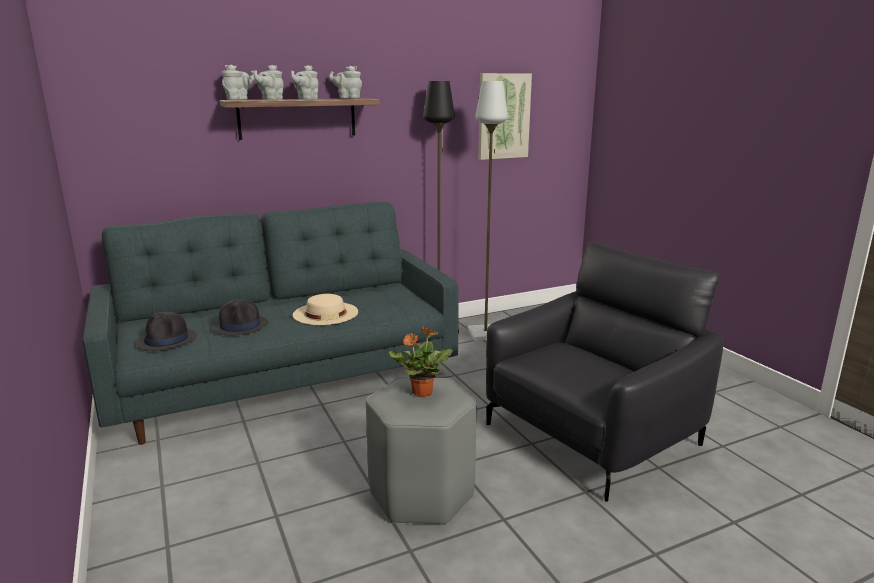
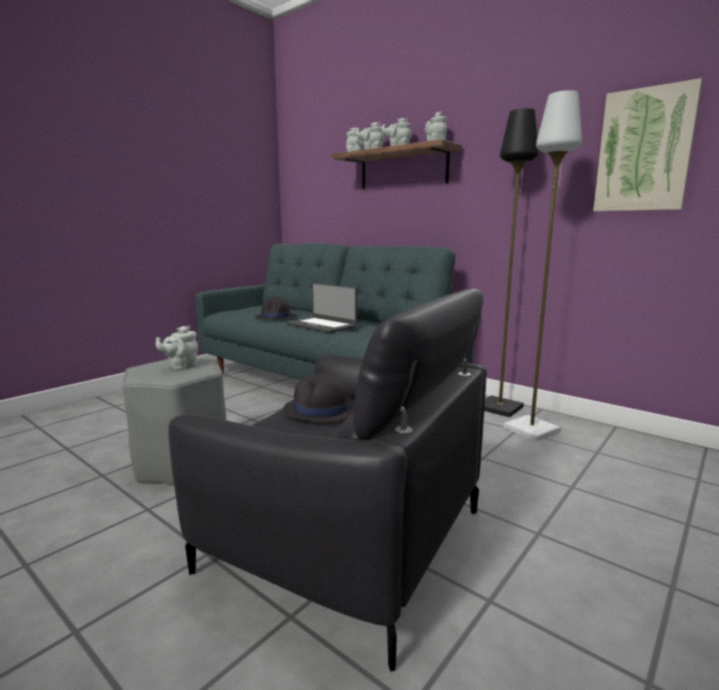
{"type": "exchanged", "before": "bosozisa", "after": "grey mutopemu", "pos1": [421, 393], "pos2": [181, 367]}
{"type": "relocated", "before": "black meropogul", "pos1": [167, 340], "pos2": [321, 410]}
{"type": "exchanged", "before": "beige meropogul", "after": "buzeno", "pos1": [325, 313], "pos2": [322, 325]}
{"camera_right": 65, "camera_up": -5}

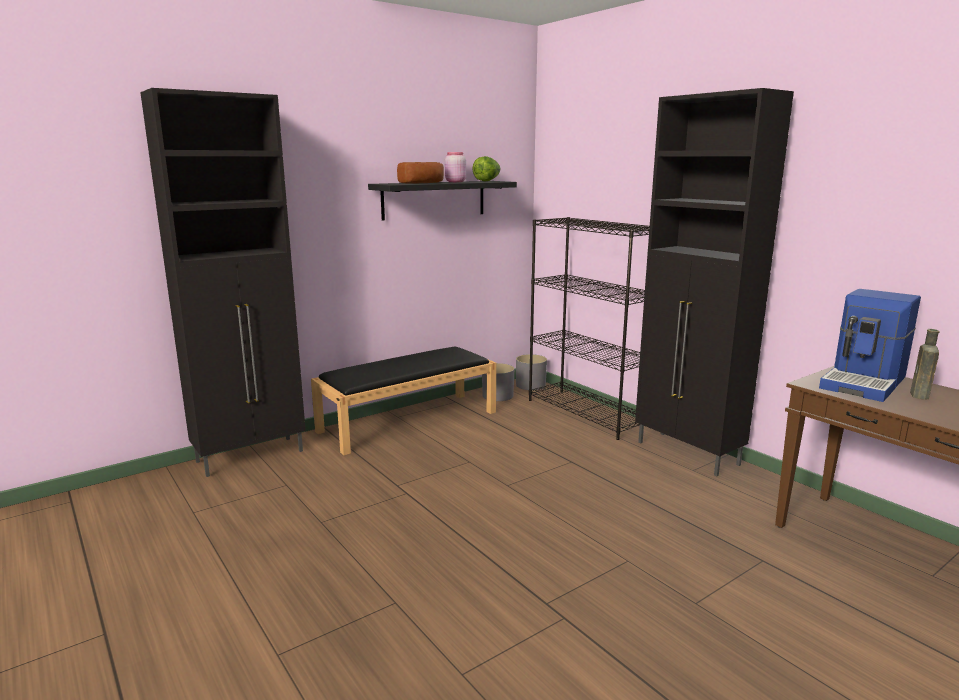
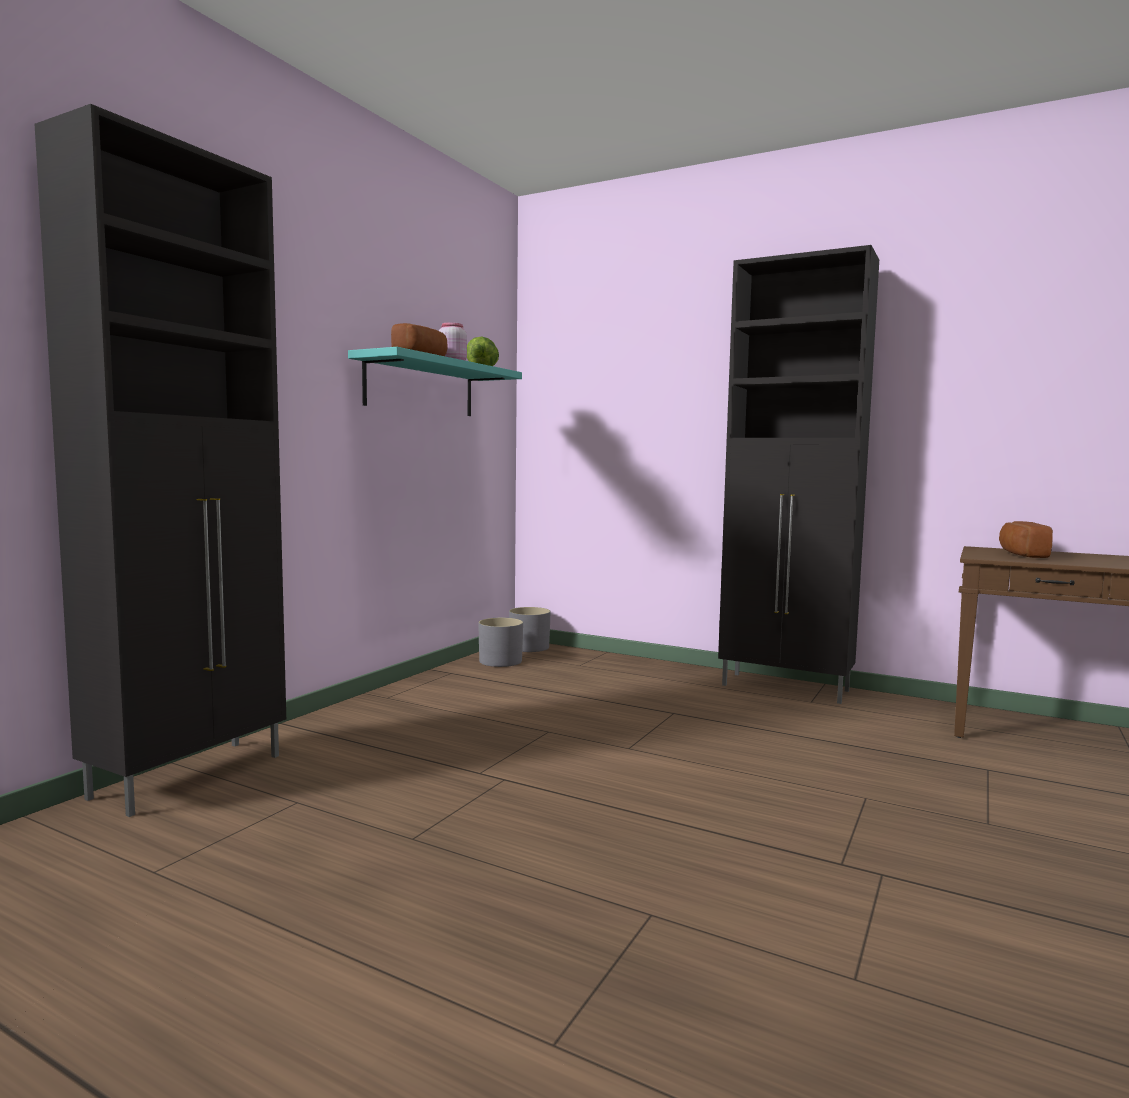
{"type": "colour", "before": "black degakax", "after": "turquoise degakax", "pos1": [434, 199], "pos2": [421, 387]}
{"type": "exchanged", "before": "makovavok", "after": "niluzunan", "pos1": [865, 382], "pos2": [1020, 554]}
{"type": "missing", "before": "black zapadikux", "pos1": [409, 421]}
{"type": "missing", "before": "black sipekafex", "pos1": [588, 413]}
{"type": "missing", "before": "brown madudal", "pos1": [919, 396]}
{"camera_right": -25, "camera_up": -10}

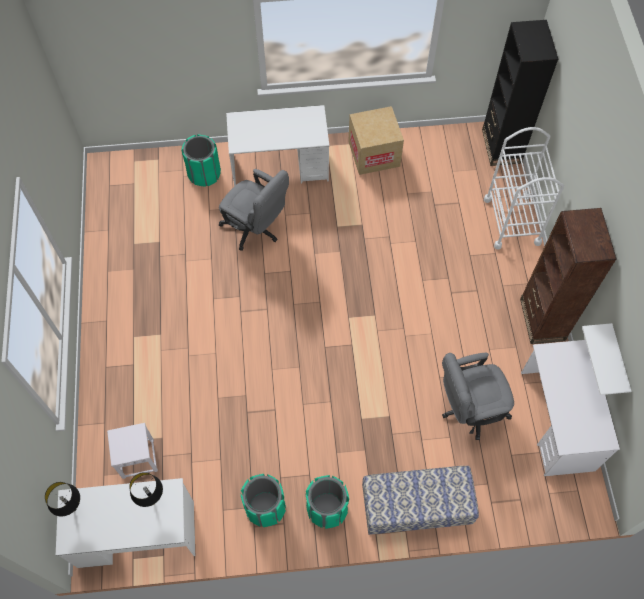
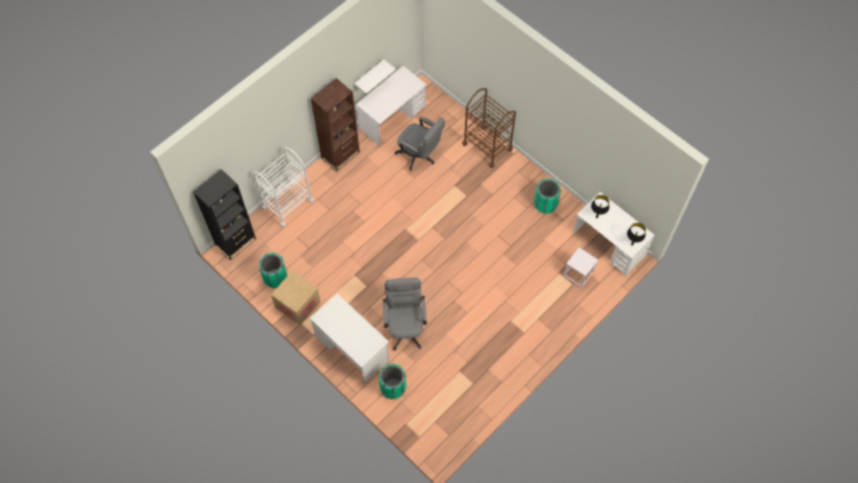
{"type": "relocated", "before": "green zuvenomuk", "pos1": [327, 508], "pos2": [275, 277]}
{"type": "exchanged", "before": "zapadikux", "after": "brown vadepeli", "pos1": [415, 508], "pos2": [487, 146]}
{"camera_right": -130, "camera_up": 0}

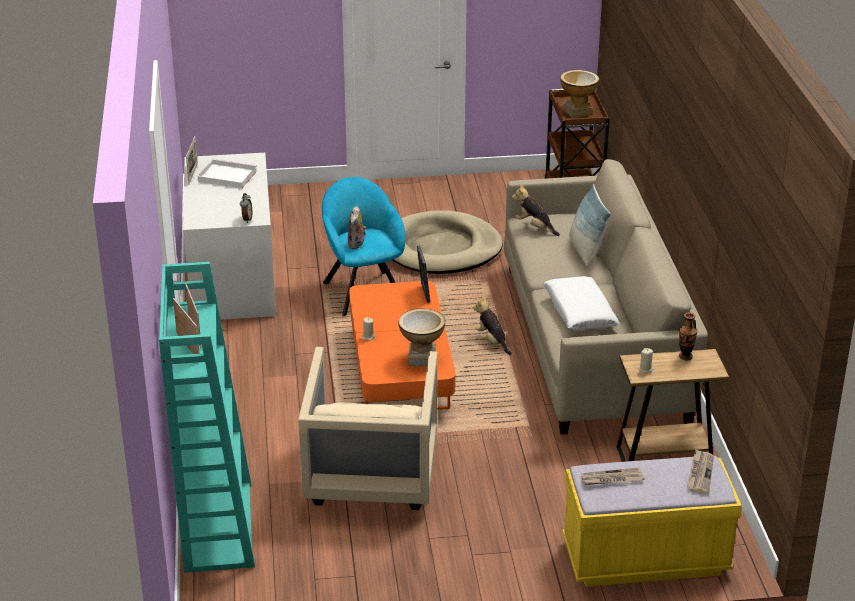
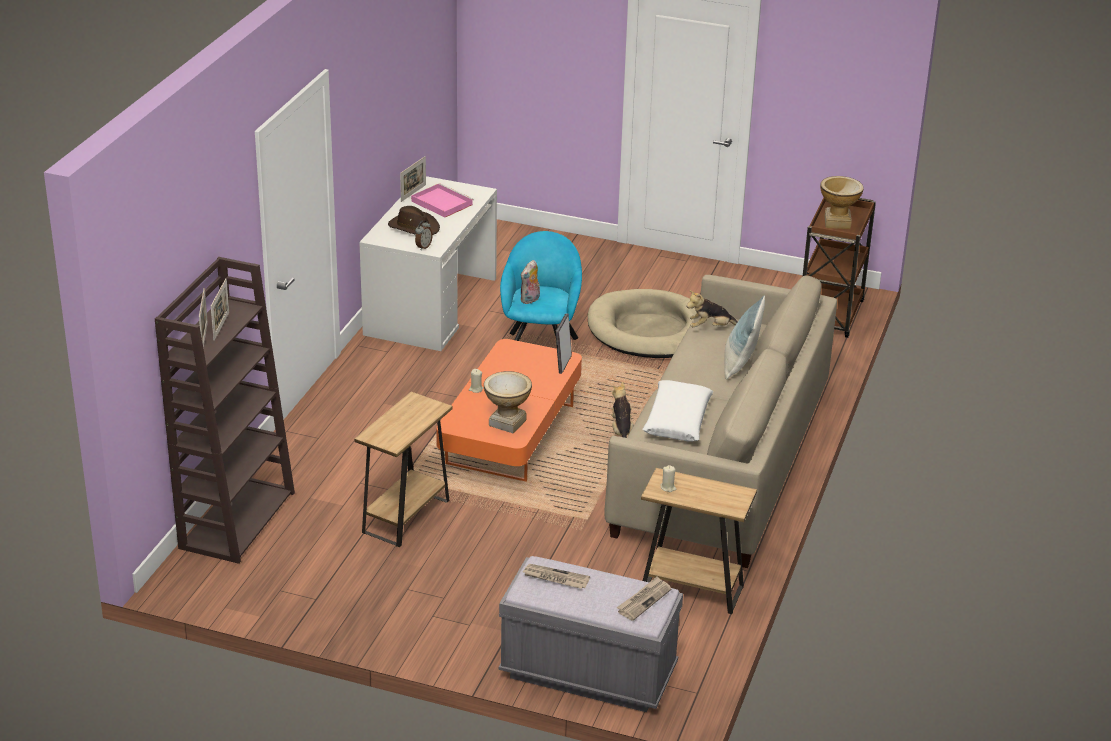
{"type": "colour", "before": "turquoise sipekafex", "after": "brown sipekafex", "pos1": [217, 526], "pos2": [237, 519]}
{"type": "exchanged", "before": "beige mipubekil", "after": "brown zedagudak", "pos1": [371, 473], "pos2": [406, 516]}
{"type": "appeared", "after": "brown meropogul", "pos2": [414, 227]}
{"type": "colour", "before": "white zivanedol", "after": "pink zivanedol", "pos1": [226, 176], "pos2": [441, 202]}
{"type": "colour", "before": "yellow zapadikux", "after": "grey zapadikux", "pos1": [645, 559], "pos2": [588, 673]}
{"type": "spun", "before": "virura", "pos1": [534, 227], "pos2": [710, 327], "turn": -75}
{"type": "missing", "before": "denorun", "pos1": [685, 356]}
{"camera_right": 25, "camera_up": 0}

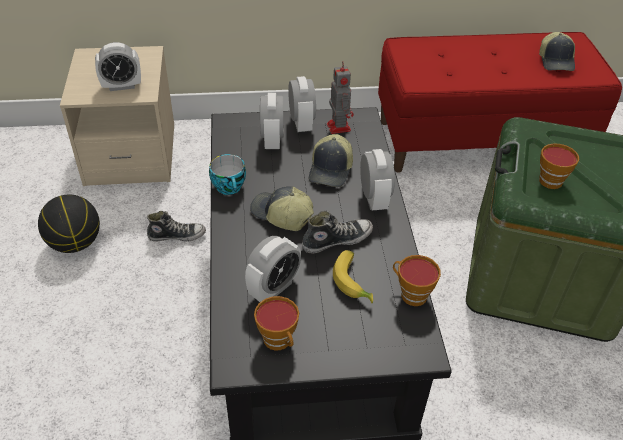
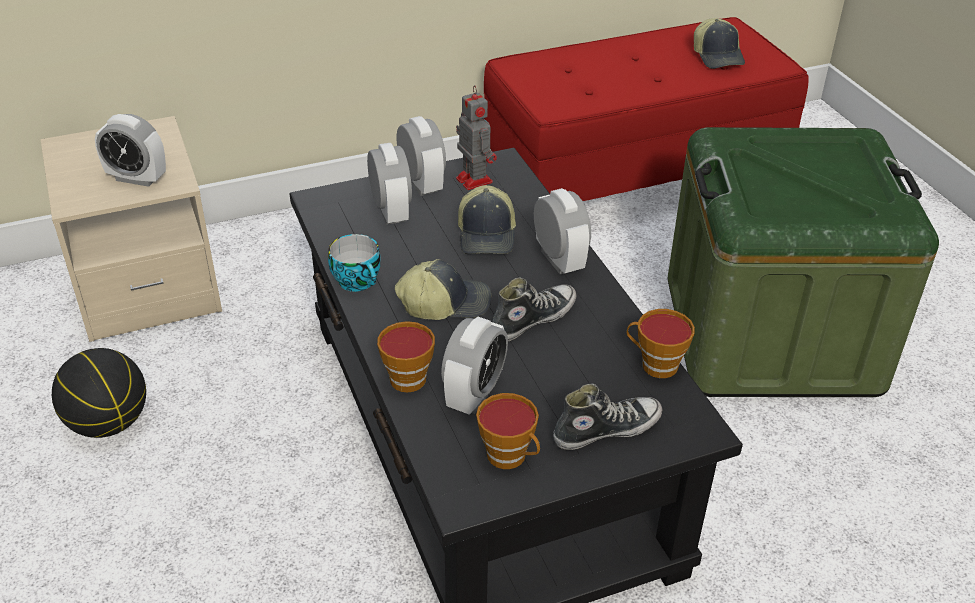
{"type": "spun", "before": "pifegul", "pos1": [122, 86], "pos2": [137, 178], "turn": 45}
{"type": "relocated", "before": "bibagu", "pos1": [550, 179], "pos2": [407, 376]}
{"type": "spun", "before": "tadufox", "pos1": [281, 215], "pos2": [444, 303], "turn": 150}
{"type": "relocated", "before": "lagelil", "pos1": [177, 235], "pos2": [606, 429]}
{"type": "missing", "before": "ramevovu", "pos1": [354, 281]}
{"camera_right": -15, "camera_up": -5}

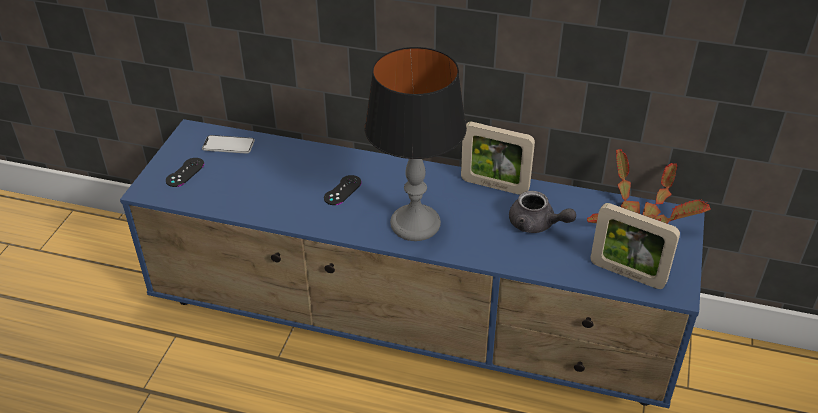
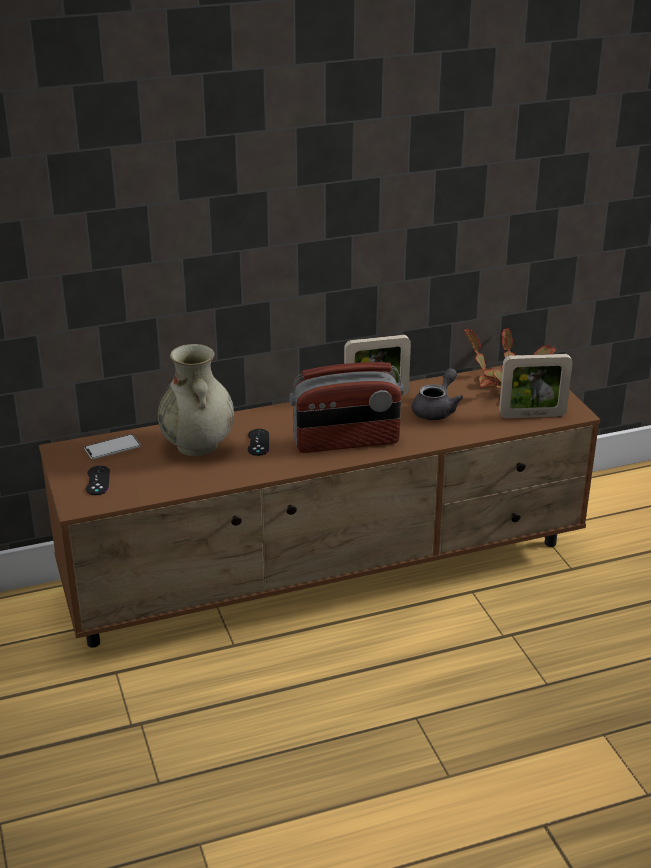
{"type": "colour", "before": "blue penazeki", "after": "brown penazeki", "pos1": [412, 328], "pos2": [328, 573]}
{"type": "appeared", "after": "beige denorun", "pos2": [198, 446]}
{"type": "exchanged", "before": "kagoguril", "after": "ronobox", "pos1": [415, 224], "pos2": [346, 442]}
{"type": "spun", "before": "grey mutopemu", "pos1": [536, 225], "pos2": [437, 410], "turn": -60}
{"camera_right": -35, "camera_up": -10}

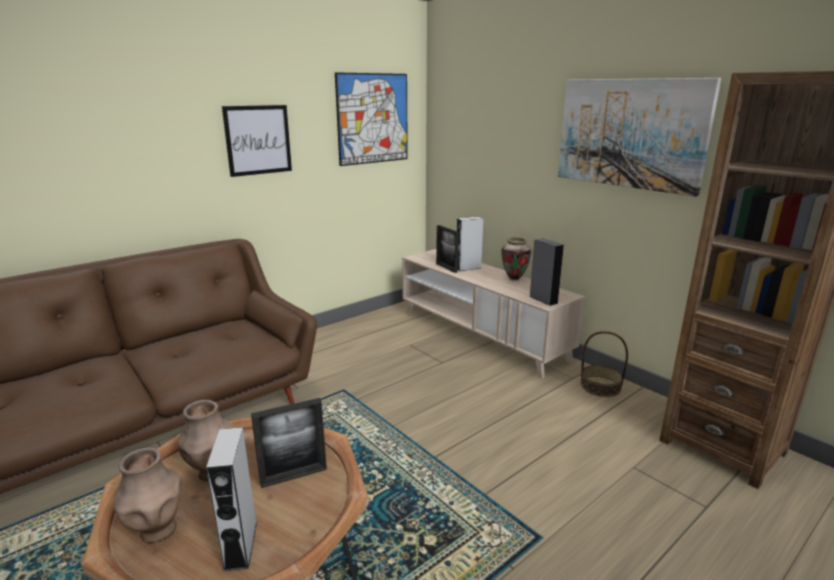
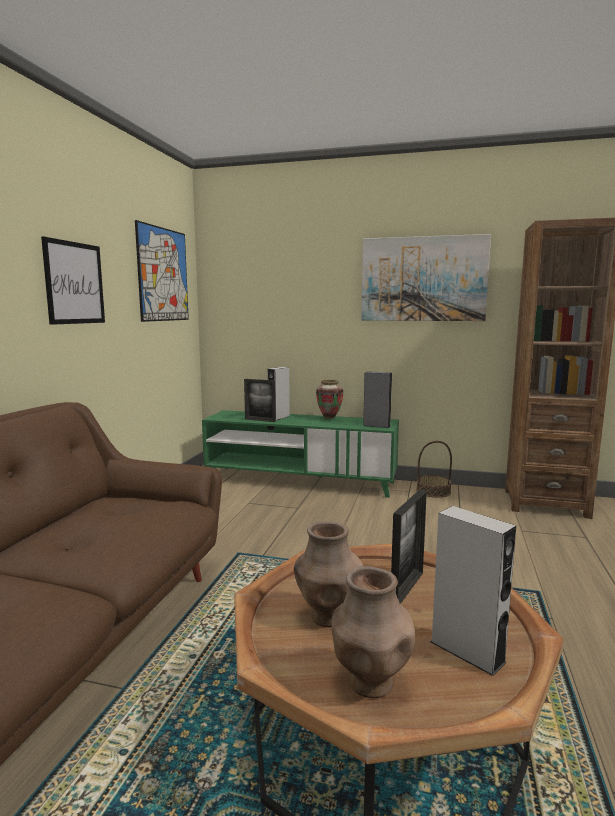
{"type": "colour", "before": "beige penazeki", "after": "green penazeki", "pos1": [481, 335], "pos2": [300, 481]}
{"camera_right": -35, "camera_up": -10}

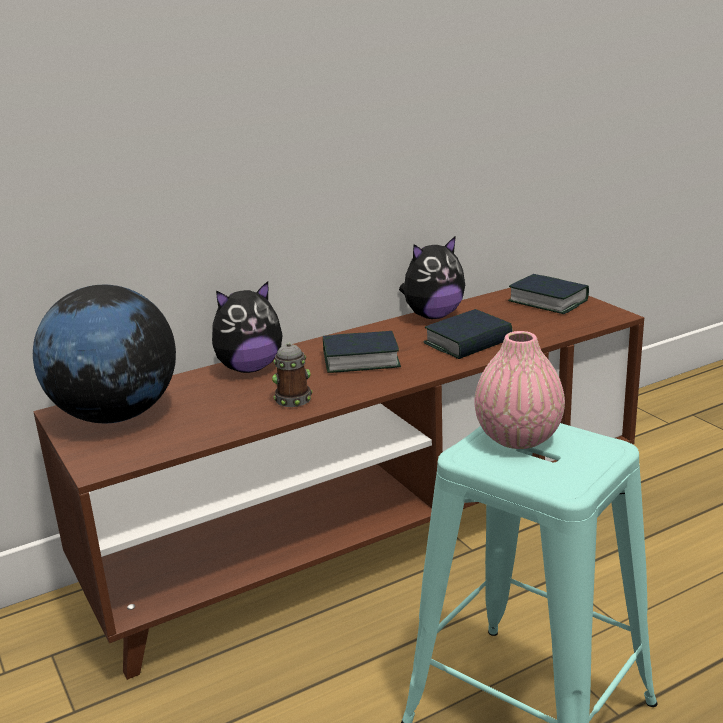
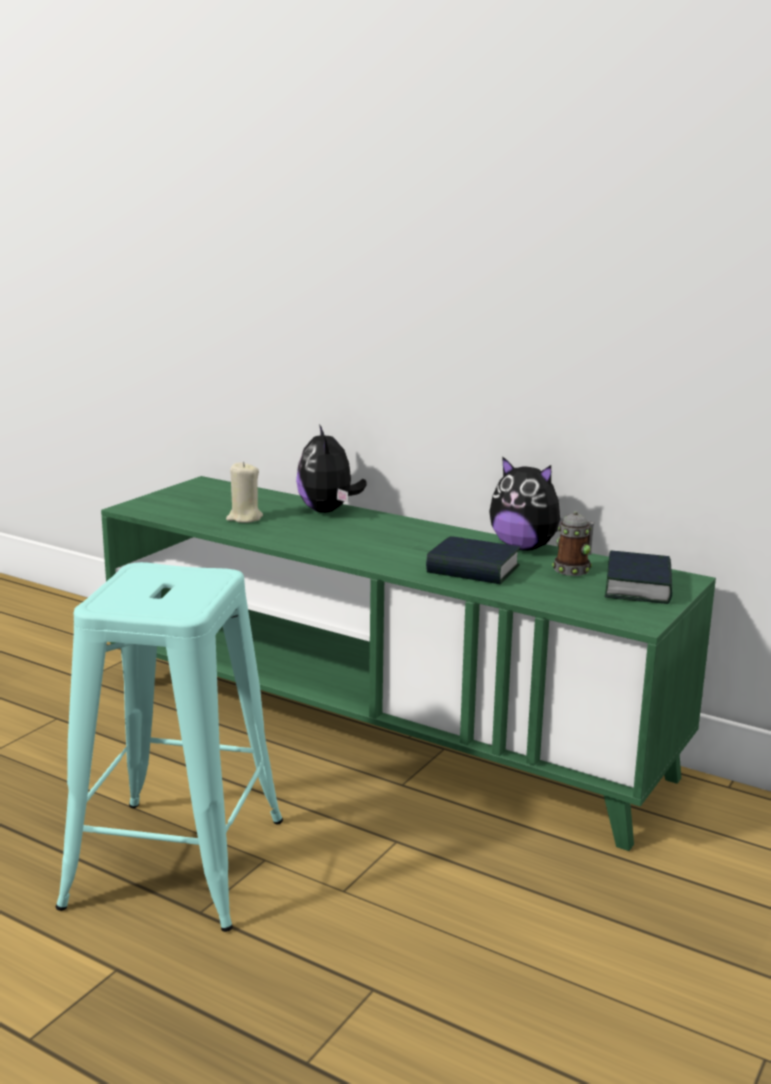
{"type": "colour", "before": "brown penazeki", "after": "green penazeki", "pos1": [370, 534], "pos2": [382, 728]}
{"type": "appeared", "after": "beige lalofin", "pos2": [244, 518]}
{"type": "spun", "before": "virura", "pos1": [249, 368], "pos2": [328, 511], "turn": 45}
{"type": "relocated", "before": "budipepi", "pos1": [292, 397], "pos2": [574, 569]}
{"type": "missing", "before": "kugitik", "pos1": [116, 415]}
{"type": "missing", "before": "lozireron", "pos1": [360, 360]}
{"type": "missing", "before": "pink denorun", "pos1": [518, 438]}
{"camera_right": 60, "camera_up": -5}

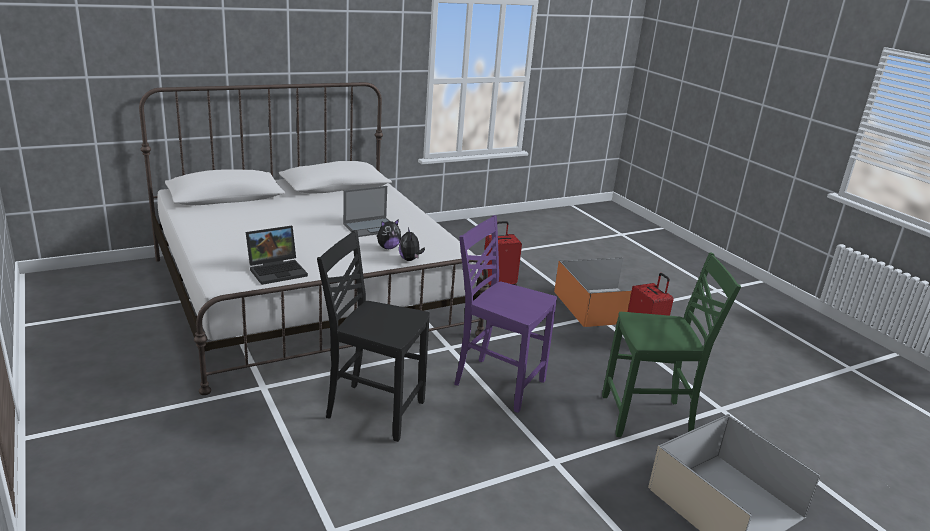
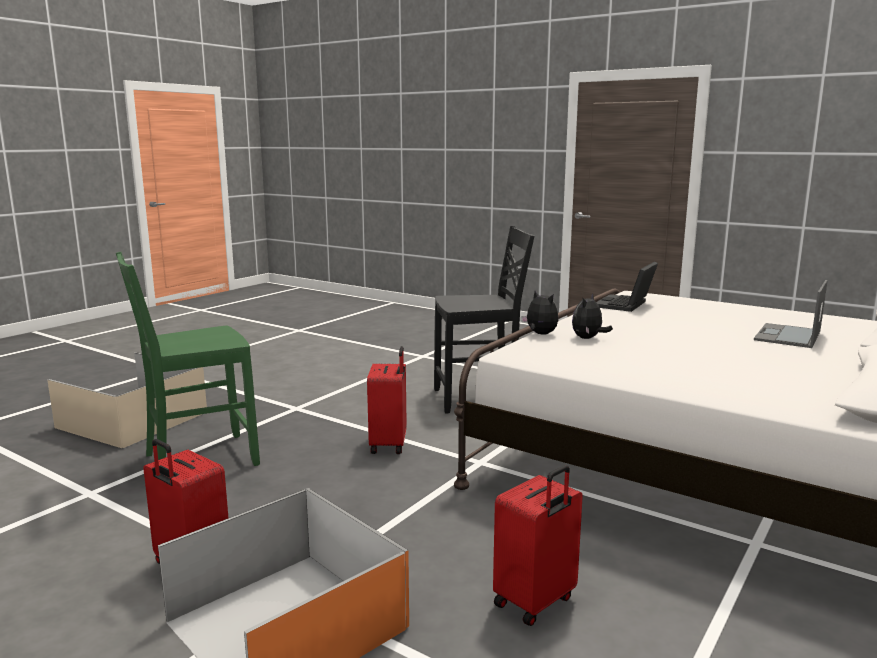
{"type": "exchanged", "before": "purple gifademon", "after": "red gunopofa", "pos1": [497, 383], "pos2": [389, 445]}
{"type": "relocated", "before": "buzeno", "pos1": [372, 227], "pos2": [788, 336]}
{"camera_right": 155, "camera_up": -10}

